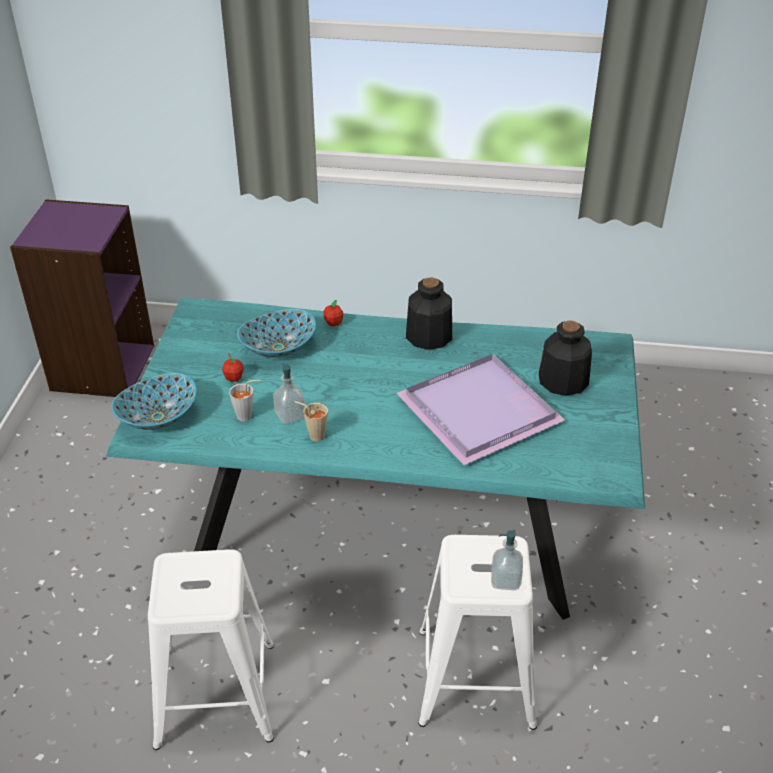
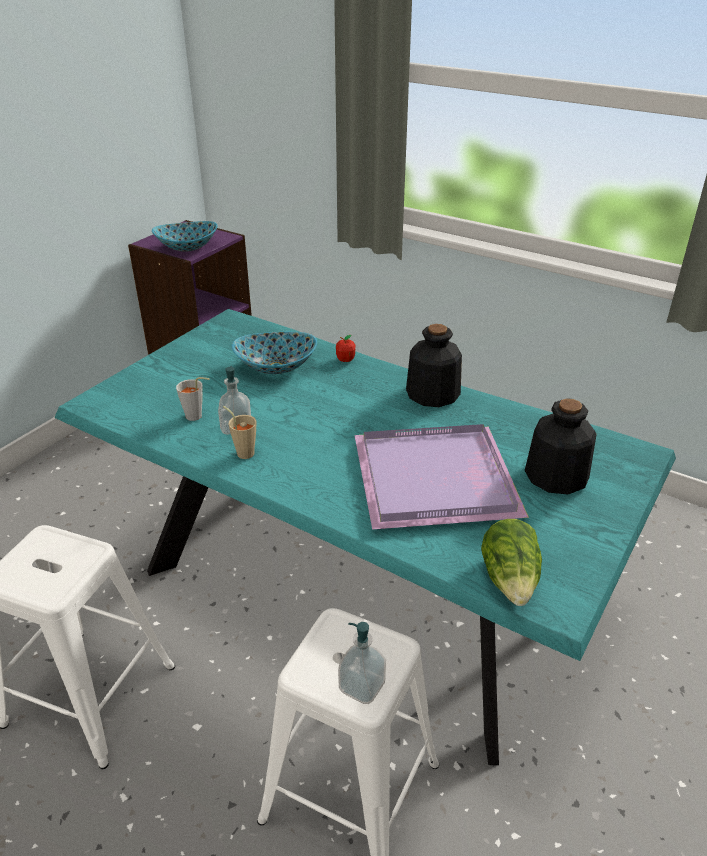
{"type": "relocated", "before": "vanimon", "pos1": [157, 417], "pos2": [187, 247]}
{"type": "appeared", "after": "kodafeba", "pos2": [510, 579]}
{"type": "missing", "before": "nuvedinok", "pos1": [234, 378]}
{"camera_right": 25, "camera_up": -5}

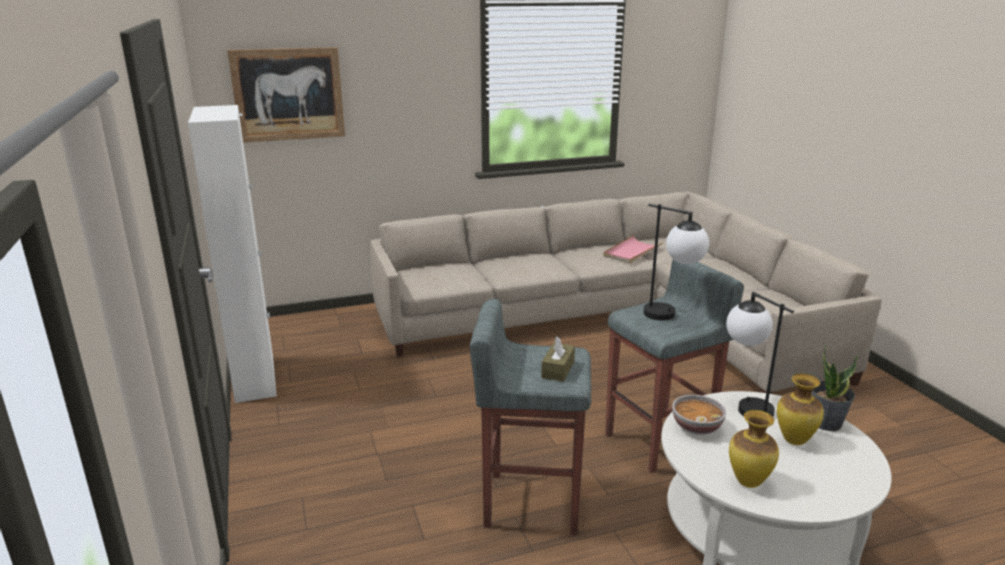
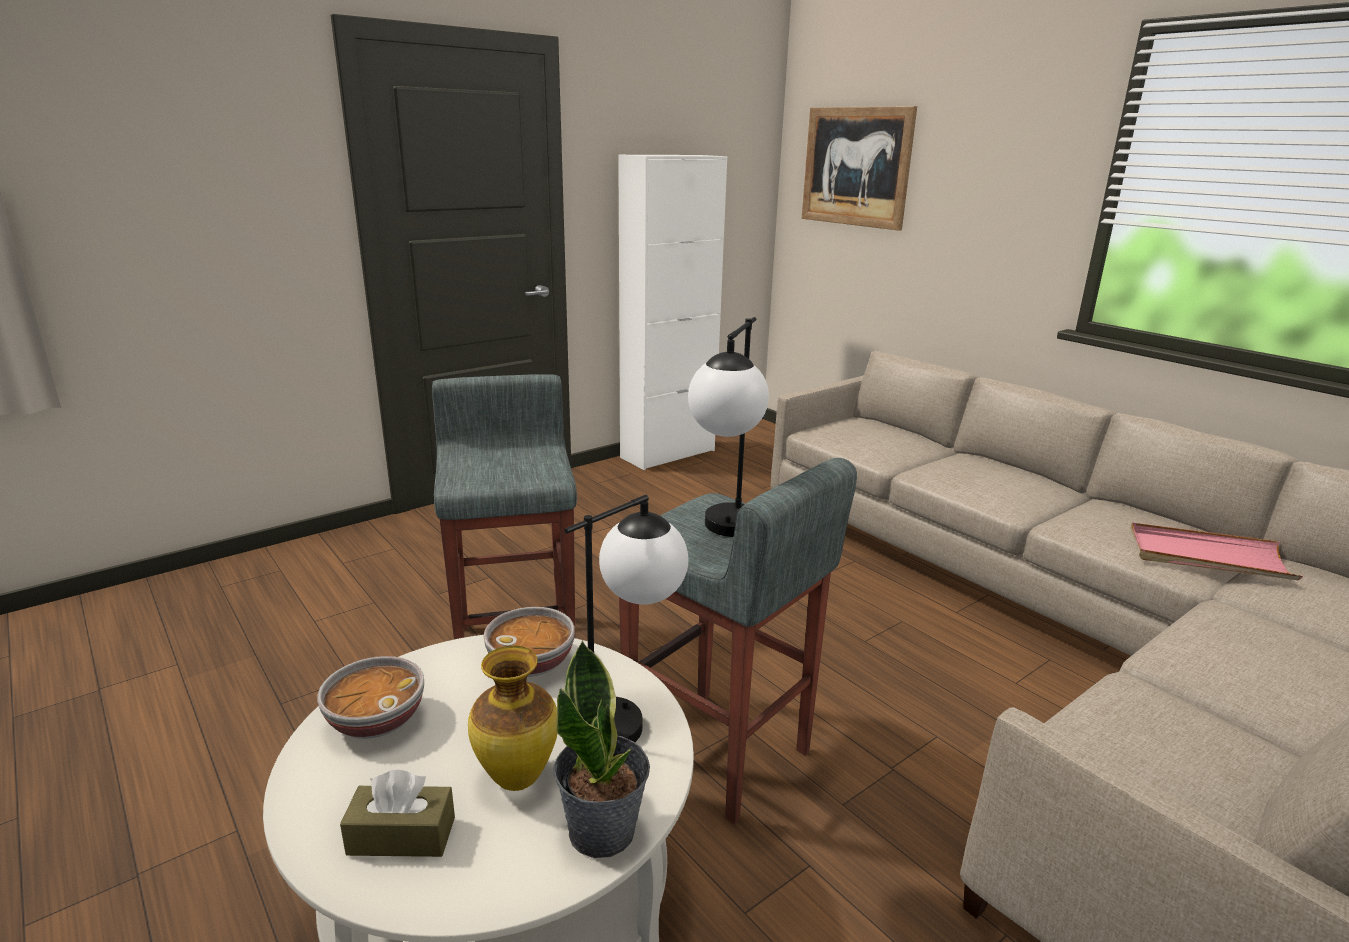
{"type": "exchanged", "before": "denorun", "after": "vanimon", "pos1": [748, 482], "pos2": [375, 720]}
{"type": "relocated", "before": "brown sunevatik", "pos1": [558, 369], "pos2": [401, 836]}
{"camera_right": 70, "camera_up": 0}

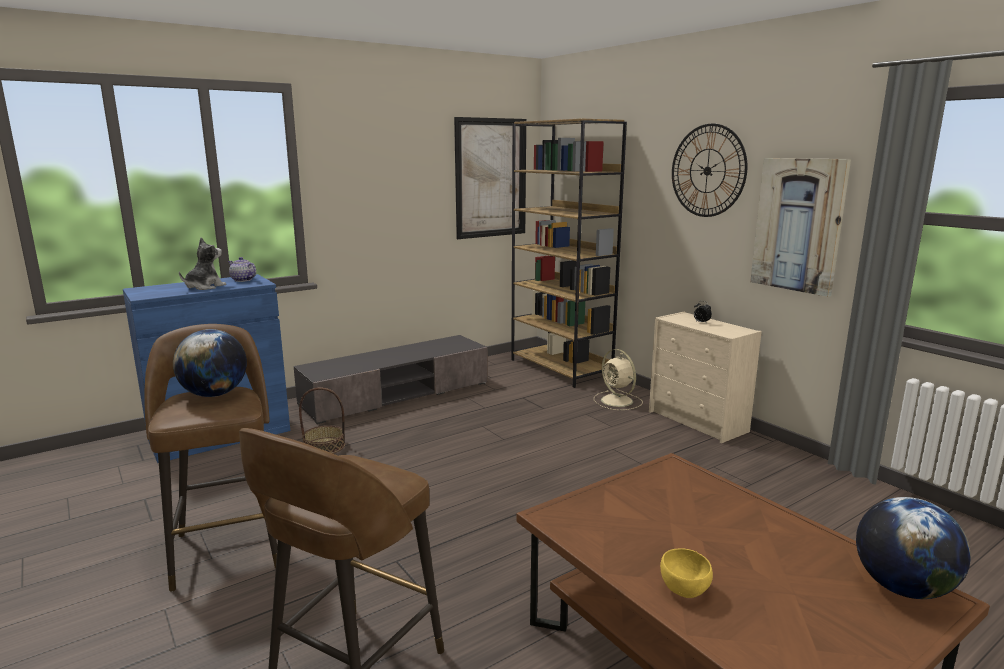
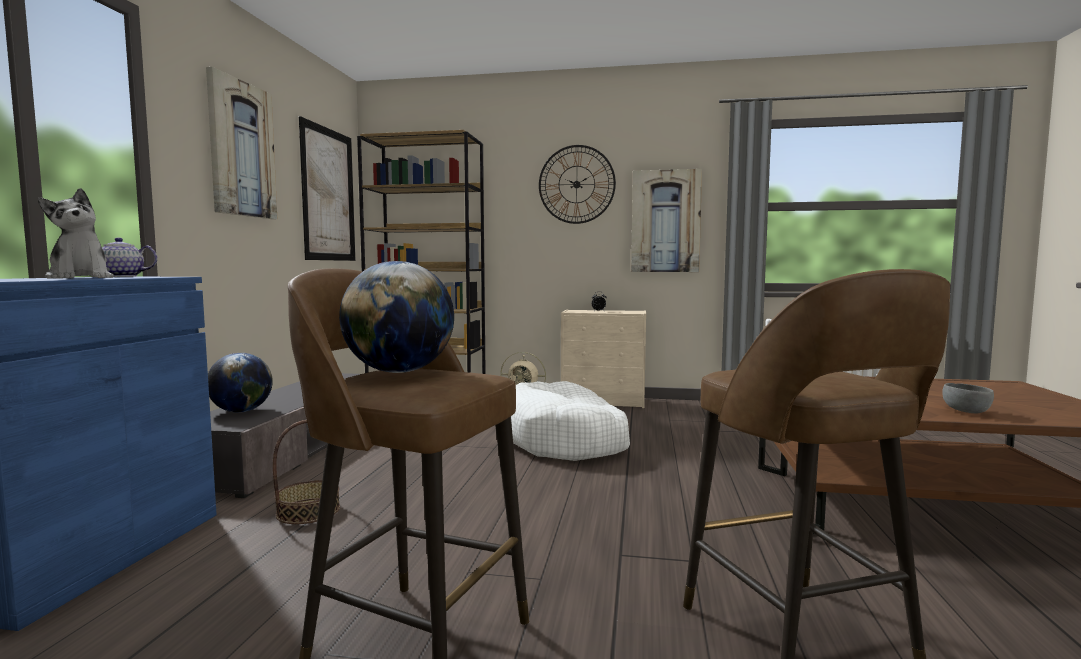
{"type": "spun", "before": "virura", "pos1": [204, 287], "pos2": [81, 278], "turn": 150}
{"type": "appeared", "after": "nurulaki", "pos2": [241, 149]}
{"type": "relocated", "before": "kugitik", "pos1": [902, 588], "pos2": [241, 411]}
{"type": "appeared", "after": "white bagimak", "pos2": [565, 440]}
{"type": "colour", "before": "yellow vanimon", "after": "grey vanimon", "pos1": [684, 589], "pos2": [966, 411]}
{"camera_right": -45, "camera_up": -10}

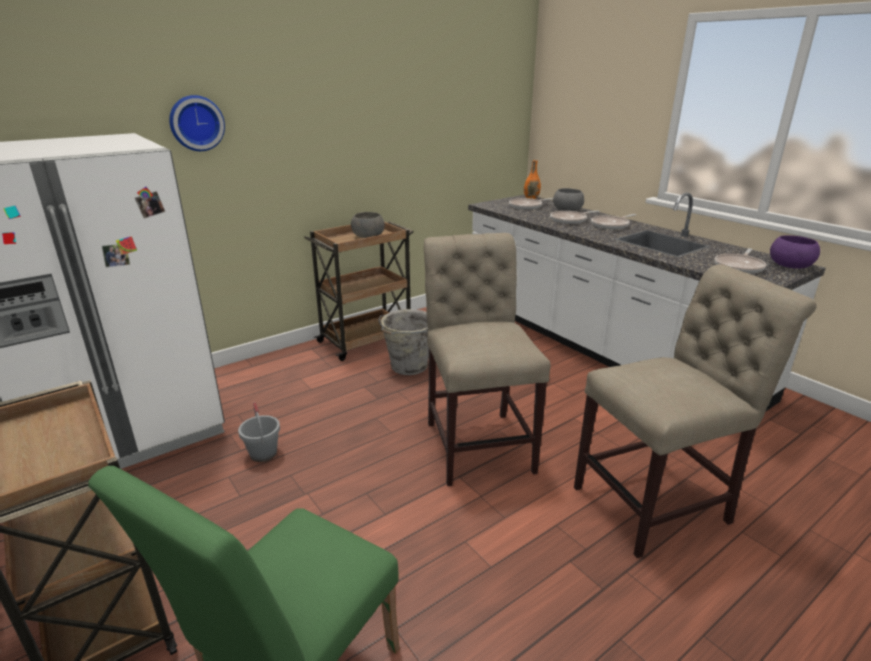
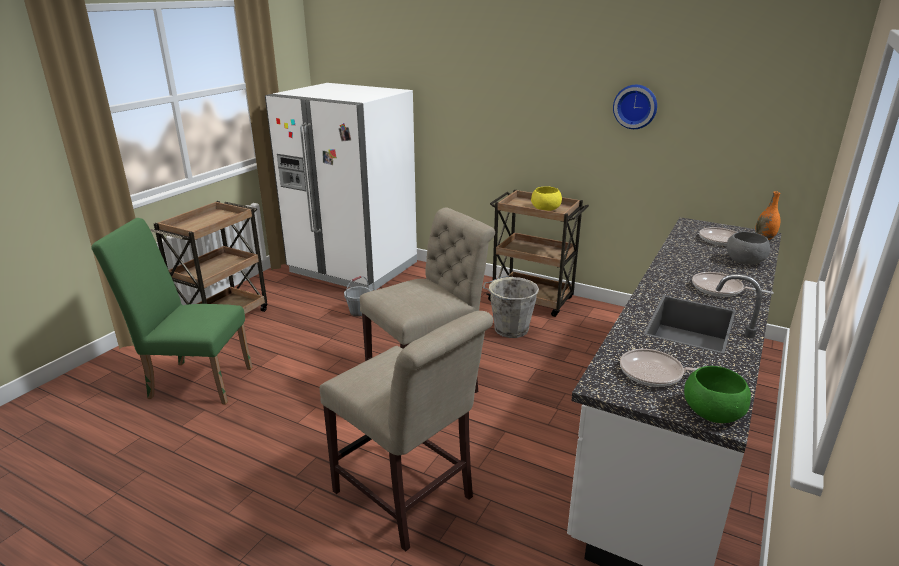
{"type": "colour", "before": "grey vanimon", "after": "yellow vanimon", "pos1": [367, 236], "pos2": [545, 209]}
{"type": "relocated", "before": "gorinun", "pos1": [196, 123], "pos2": [635, 106]}
{"type": "colour", "before": "purple vanimon", "after": "green vanimon", "pos1": [790, 265], "pos2": [713, 412]}
{"type": "missing", "before": "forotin", "pos1": [570, 220]}
{"camera_right": 65, "camera_up": 0}

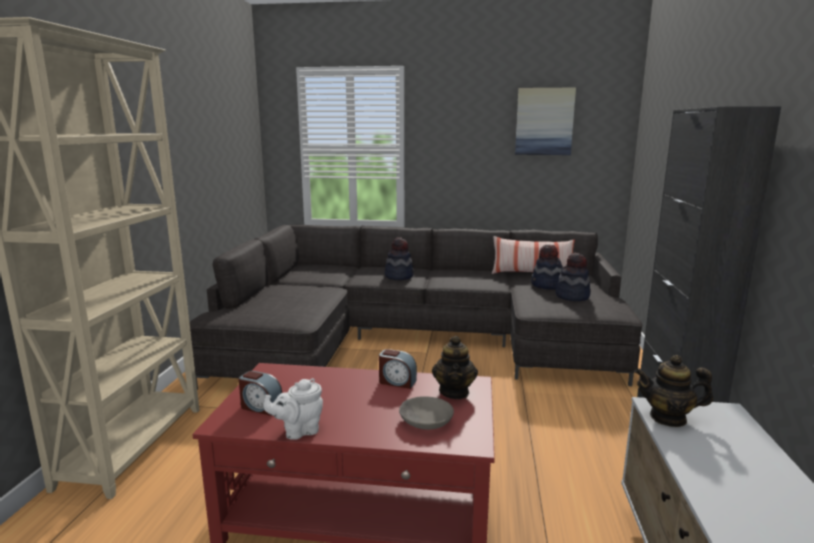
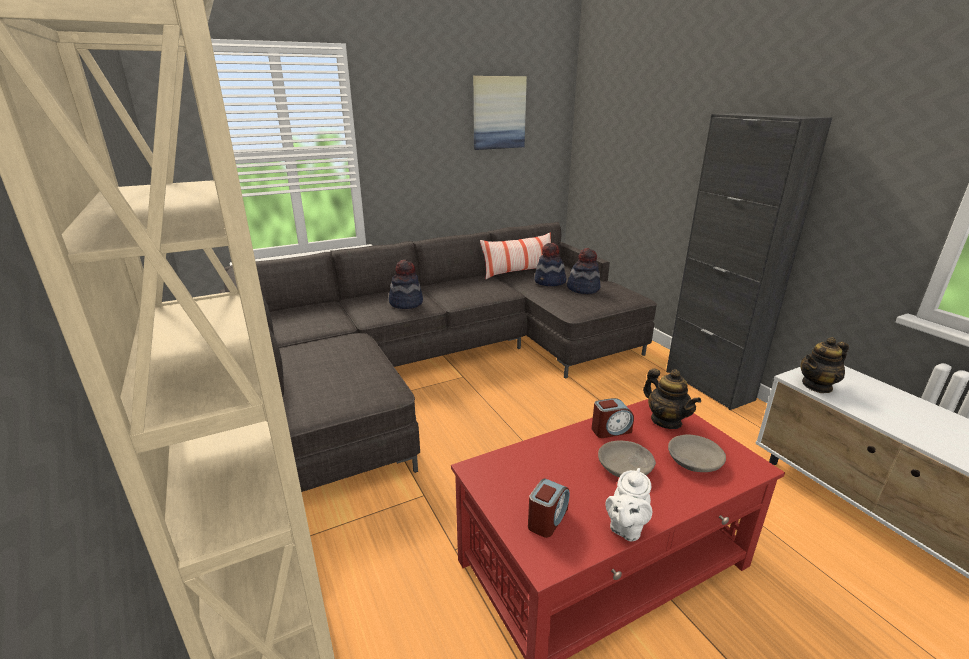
{"type": "spun", "before": "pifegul", "pos1": [261, 407], "pos2": [547, 519], "turn": -45}
{"type": "appeared", "after": "grey vanimon", "pos2": [625, 467]}
{"camera_right": -35, "camera_up": 10}

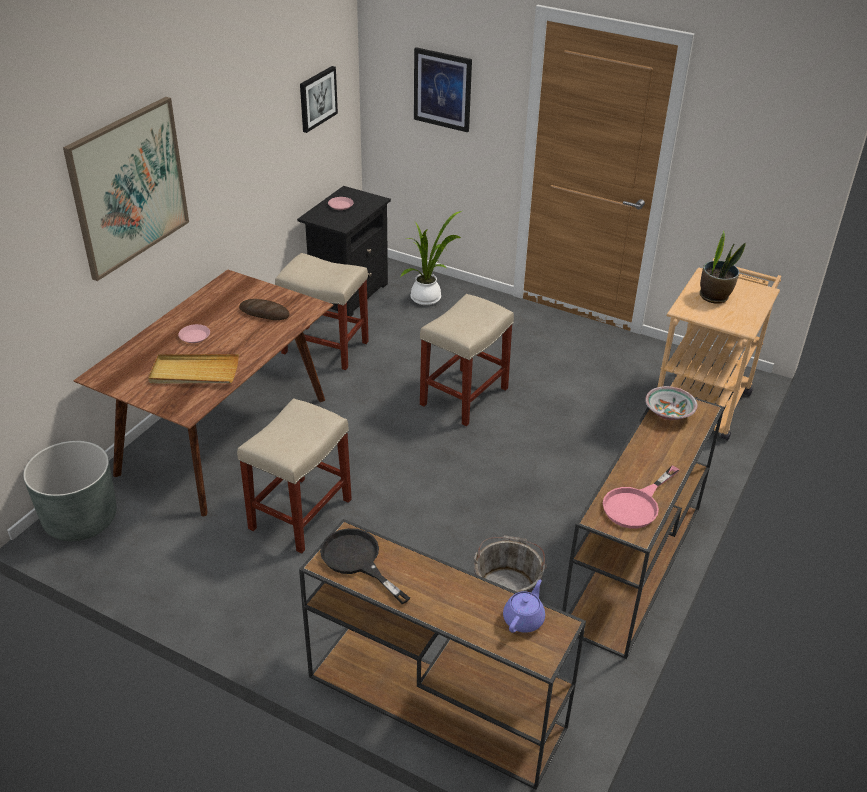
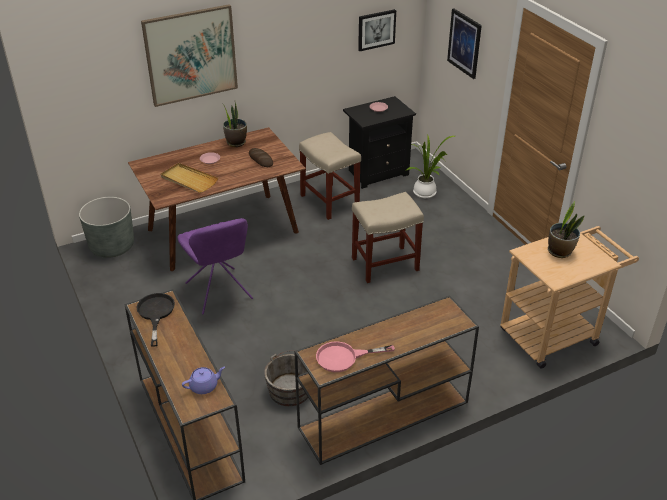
{"type": "exchanged", "before": "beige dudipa", "after": "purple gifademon", "pos1": [300, 515], "pos2": [219, 293]}
{"type": "appeared", "after": "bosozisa", "pos2": [236, 142]}
{"type": "missing", "before": "vanimon", "pos1": [668, 413]}
{"camera_right": 35, "camera_up": 0}

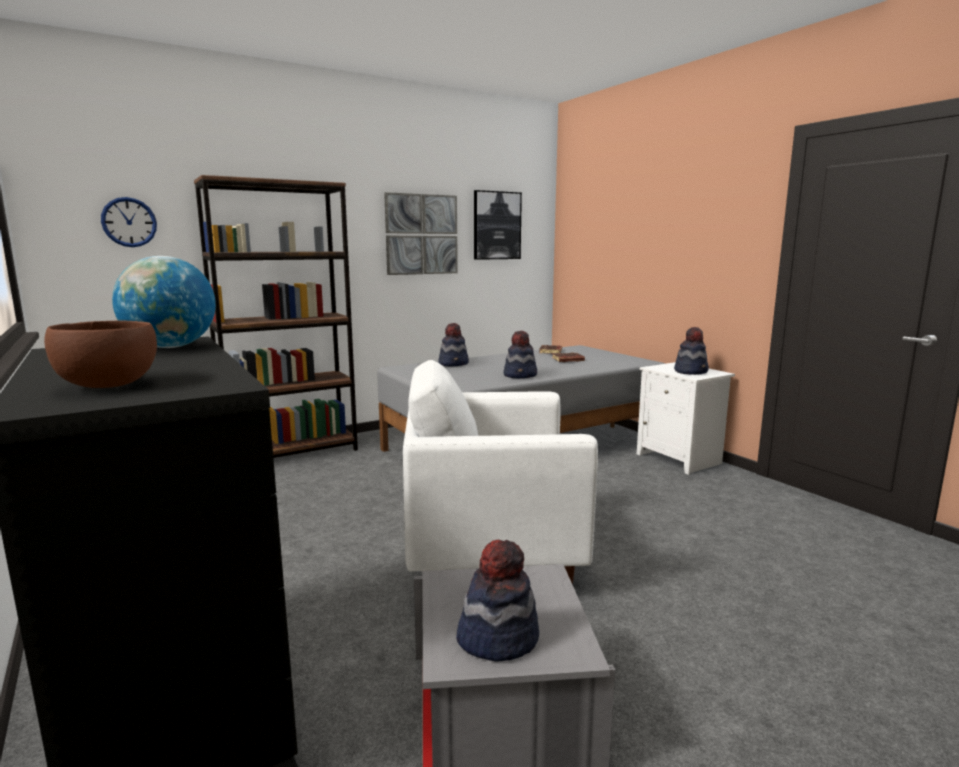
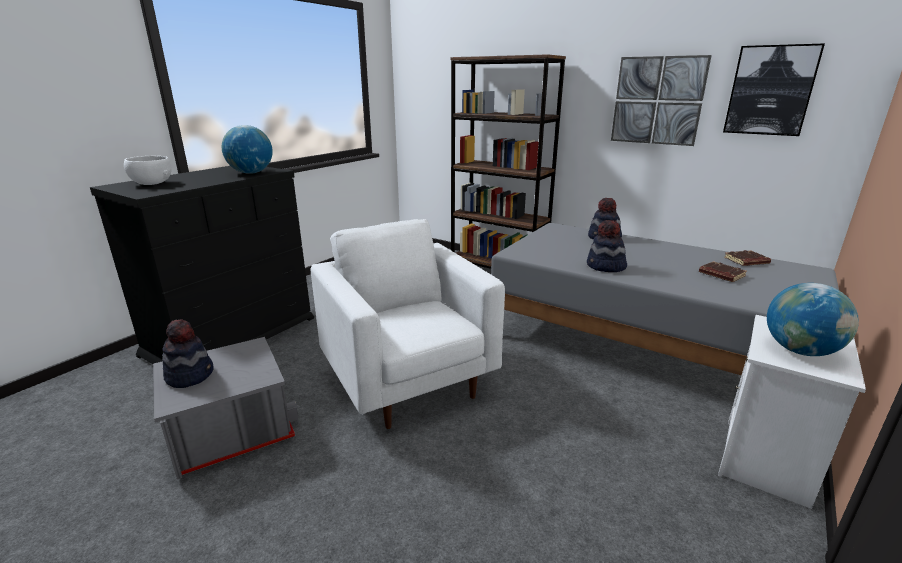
{"type": "colour", "before": "brown vanimon", "after": "white vanimon", "pos1": [108, 385], "pos2": [152, 184]}
{"type": "exchanged", "before": "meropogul", "after": "kugitik", "pos1": [691, 371], "pos2": [800, 350]}
{"type": "missing", "before": "gorinun", "pos1": [129, 222]}
{"camera_right": 65, "camera_up": 10}

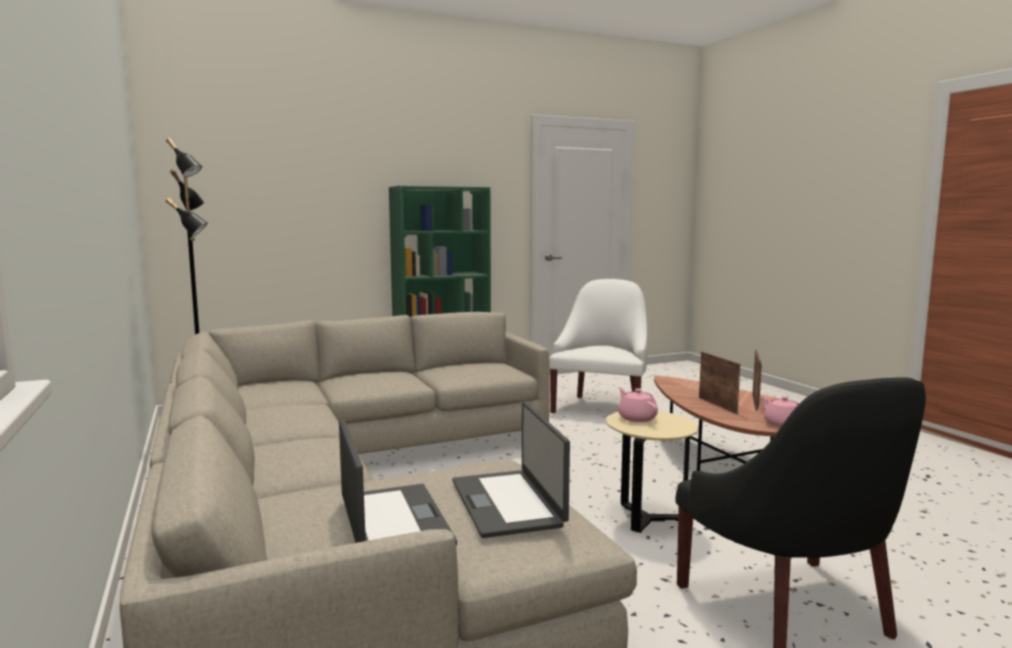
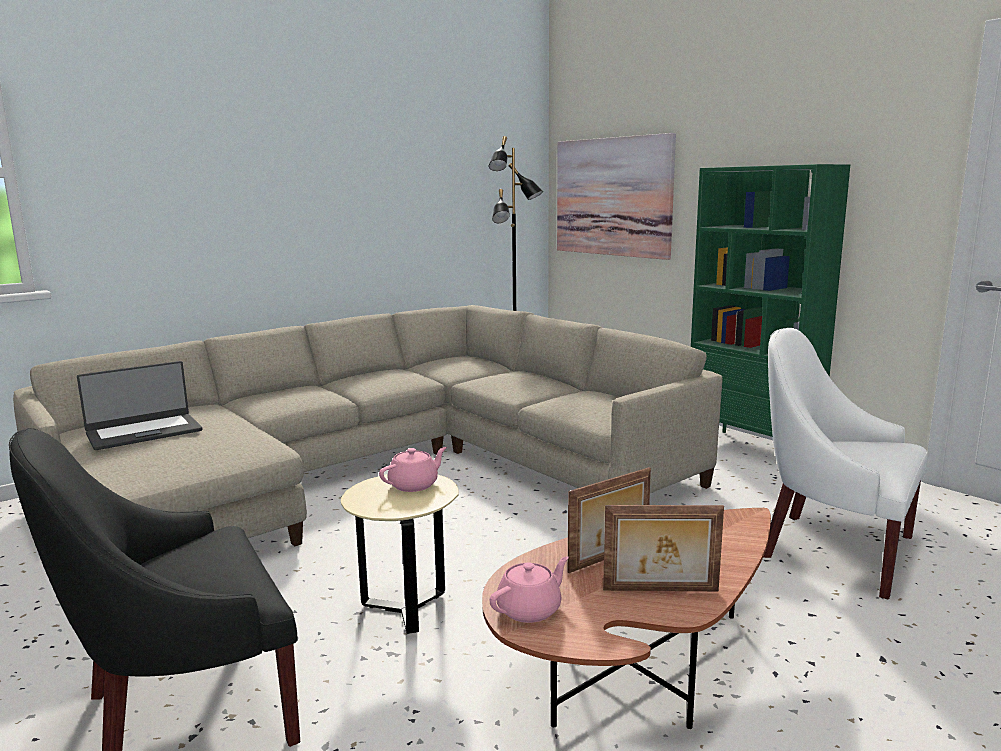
{"type": "appeared", "after": "nurulaki", "pos2": [612, 197]}
{"type": "spun", "before": "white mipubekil", "pos1": [601, 407], "pos2": [833, 549], "turn": -150}
{"type": "missing", "before": "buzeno", "pos1": [508, 503]}
{"camera_right": 75, "camera_up": 5}

